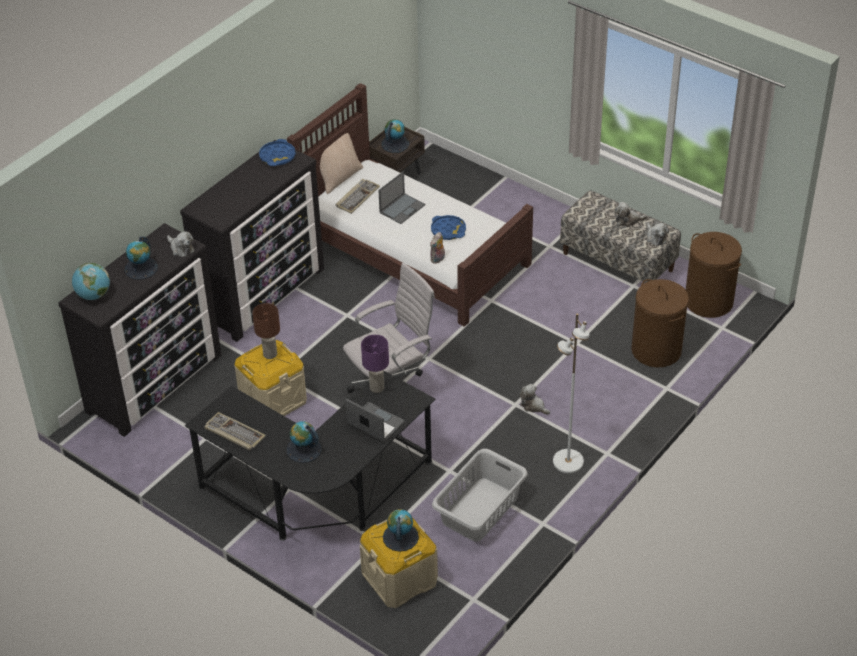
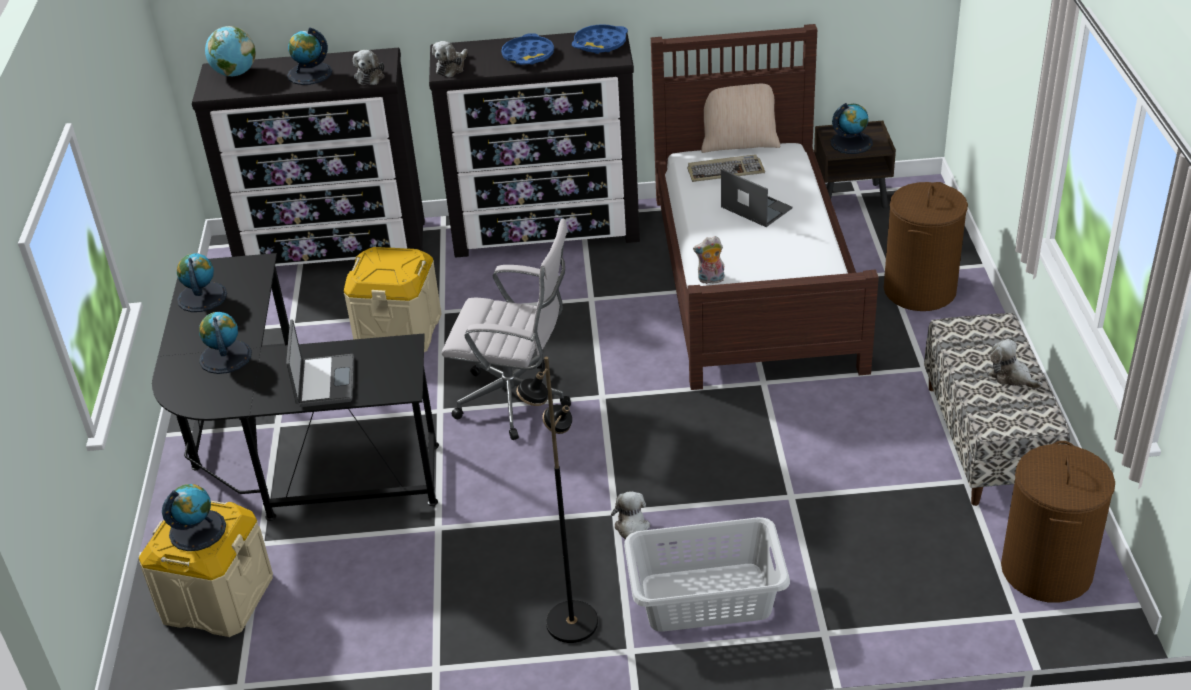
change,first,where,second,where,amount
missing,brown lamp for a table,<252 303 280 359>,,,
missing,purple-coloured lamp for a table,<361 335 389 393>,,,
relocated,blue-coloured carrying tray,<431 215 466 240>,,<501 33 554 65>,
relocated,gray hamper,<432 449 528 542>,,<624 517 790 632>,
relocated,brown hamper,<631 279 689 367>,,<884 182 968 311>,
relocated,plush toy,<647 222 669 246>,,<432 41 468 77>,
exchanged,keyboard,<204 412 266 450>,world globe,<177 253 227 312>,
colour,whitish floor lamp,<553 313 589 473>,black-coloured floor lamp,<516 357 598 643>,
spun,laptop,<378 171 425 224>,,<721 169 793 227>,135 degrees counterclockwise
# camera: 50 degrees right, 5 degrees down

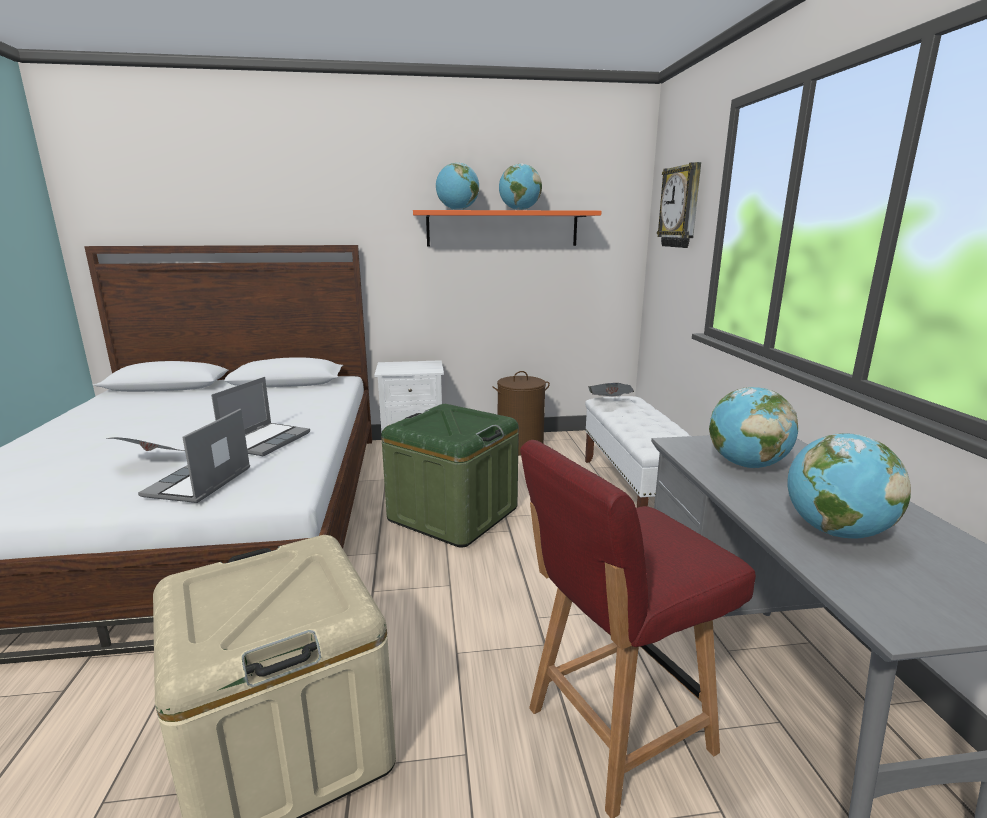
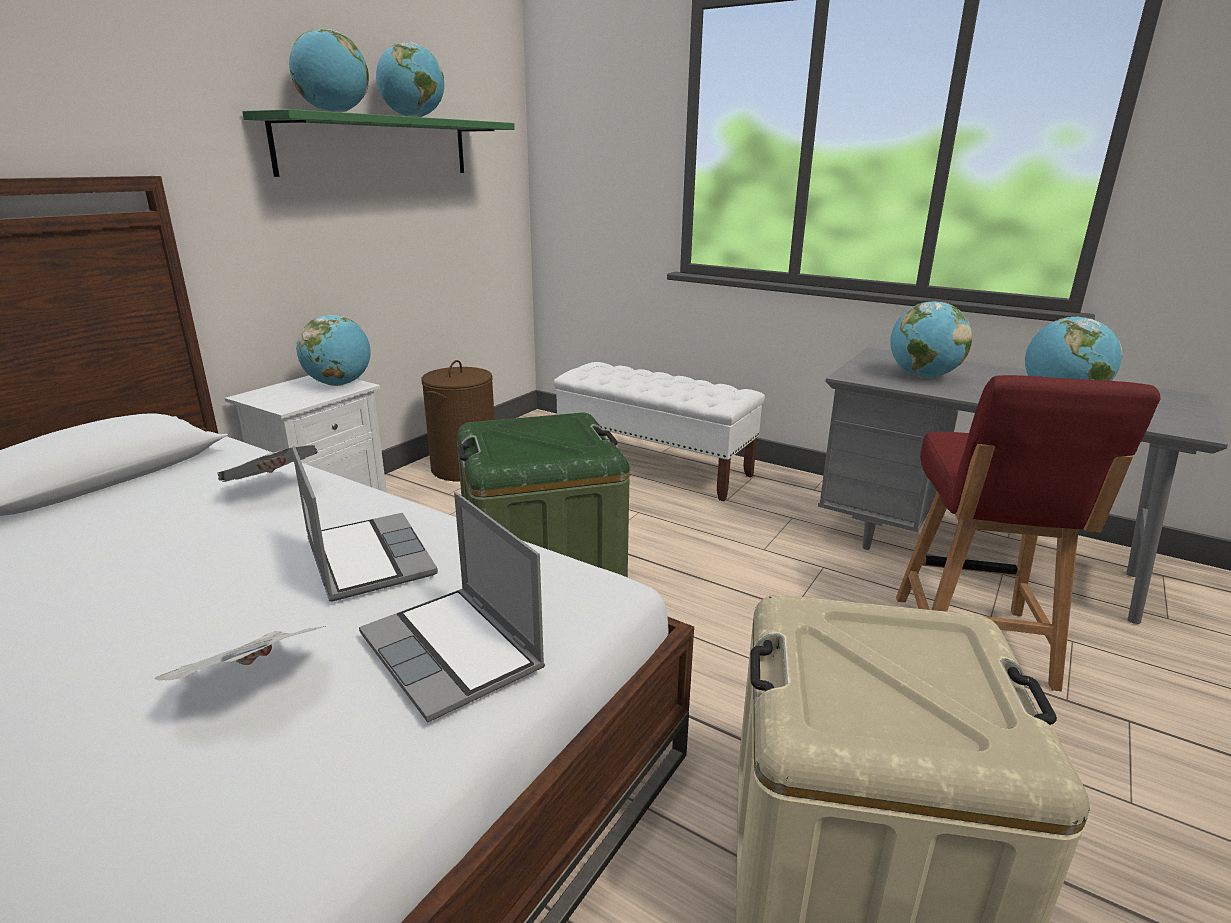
change,first,where,second,where,amount
missing,clock on the wall,<657 162 701 248>,,,
appeared,,,world globe,<296 315 371 386>,
relocated,newspaper,<588 383 634 396>,,<218 445 318 482>,
colour,orangey wall shelf,<413 210 602 246>,green-coloured wall shelf,<242 109 515 177>,
# camera: 50 degrees left, 5 degrees up

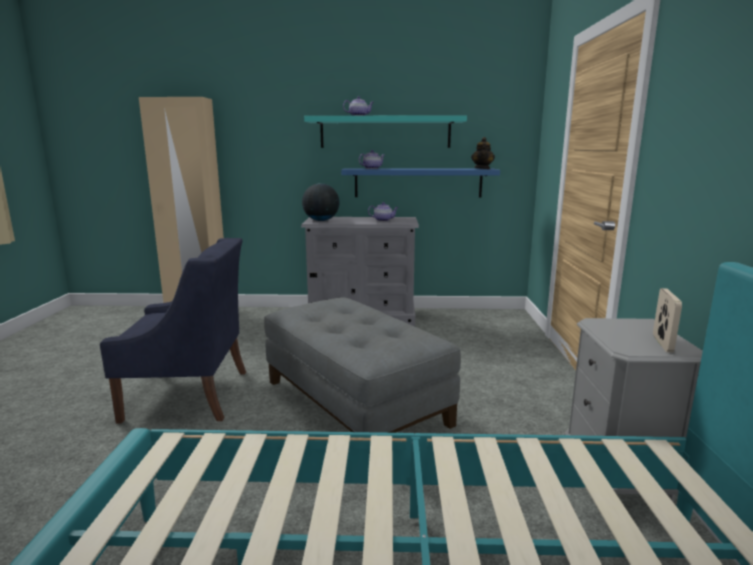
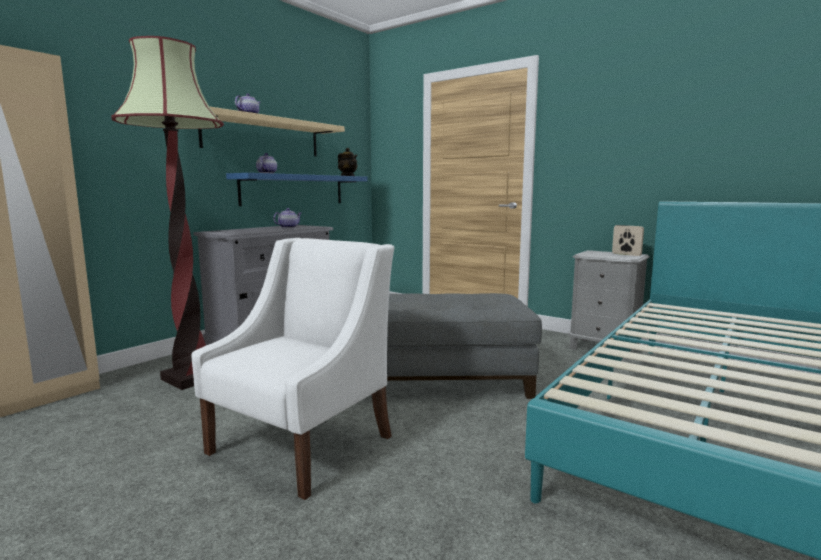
change,first,where,second,where,amount
missing,world globe,<302 183 339 221>,,,
appeared,,,floor lamp,<111 36 224 390>,
colour,blue-coloured easy chair,<100 238 246 424>,whitish easy chair,<191 238 394 500>,
colour,turquoise-coloured wall shelf,<304 115 467 148>,sand-coloured wall shelf,<198 106 345 156>,
# camera: 55 degrees left, 5 degrees down

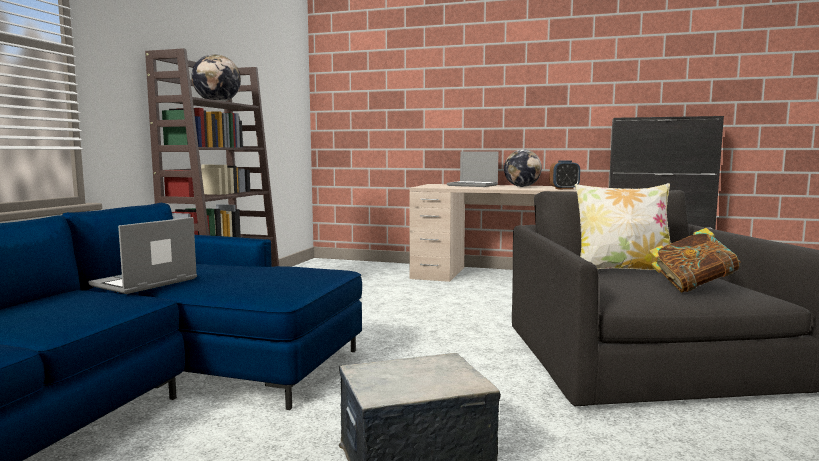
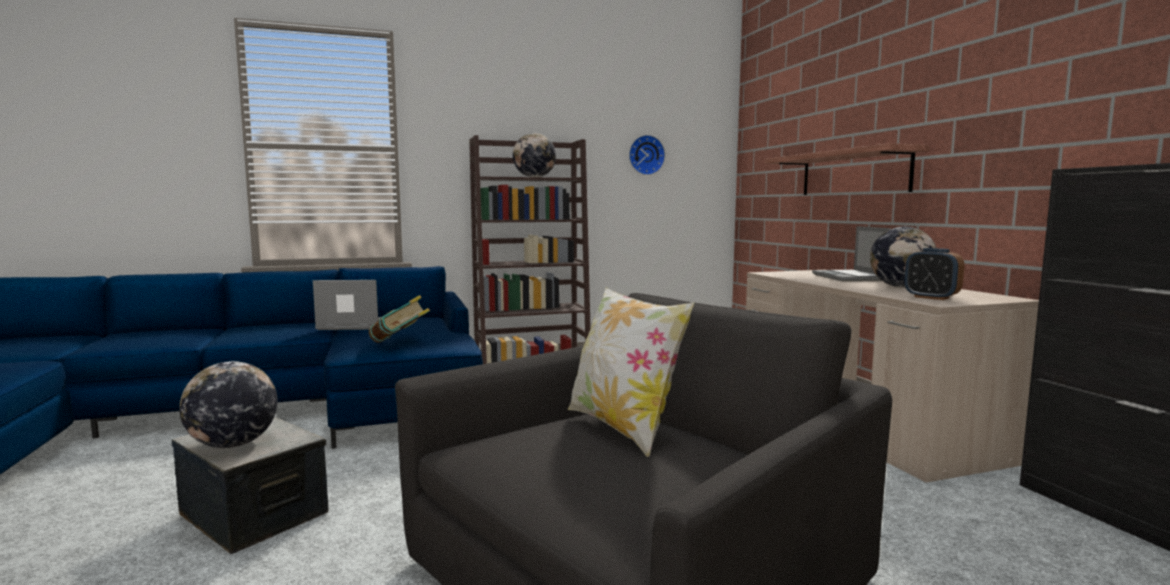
change,first,where,second,where,amount
appeared,,,world globe,<179 361 278 448>,
appeared,,,clock on the wall,<629 135 665 175>,
appeared,,,wall shelf,<765 143 930 195>,
relocated,book,<649 228 741 292>,,<369 295 430 343>,
# camera: 55 degrees right, 0 degrees up

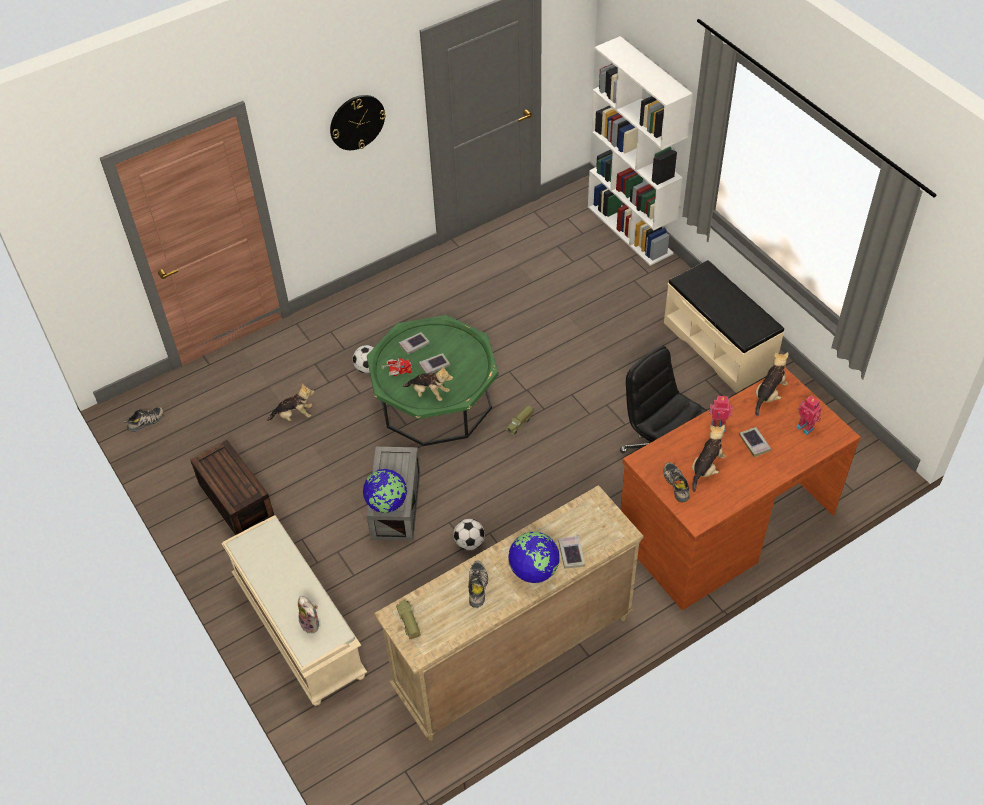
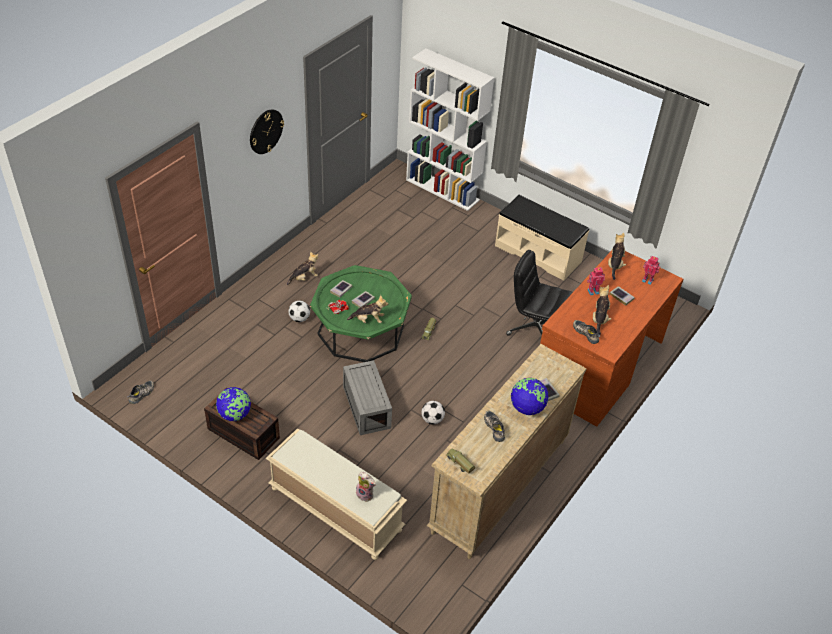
change,first,where,second,where,amount
relocated,plush toy,<267 383 315 421>,,<287 251 318 285>,
relocated,world globe,<363 469 407 513>,,<216 387 251 421>,
# camera: 25 degrees left, 5 degrees down

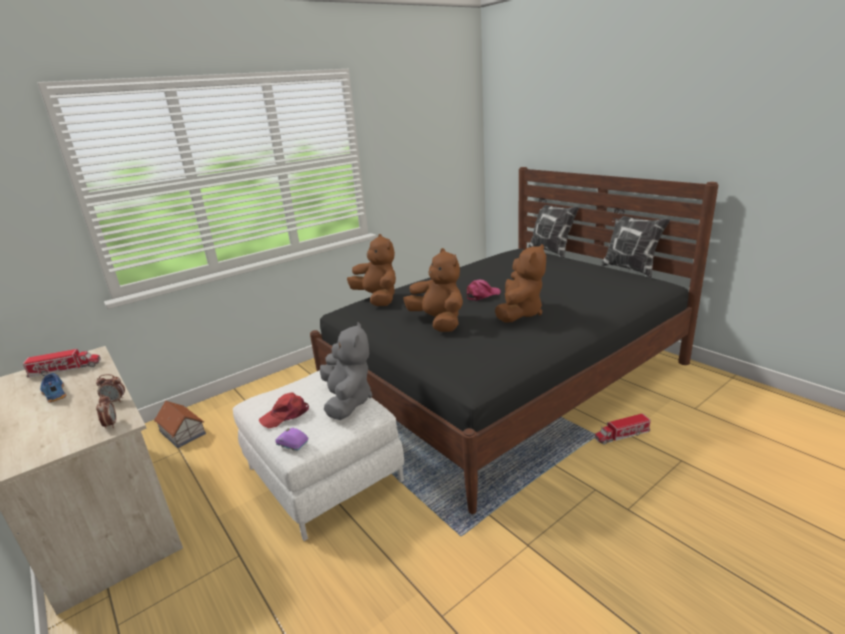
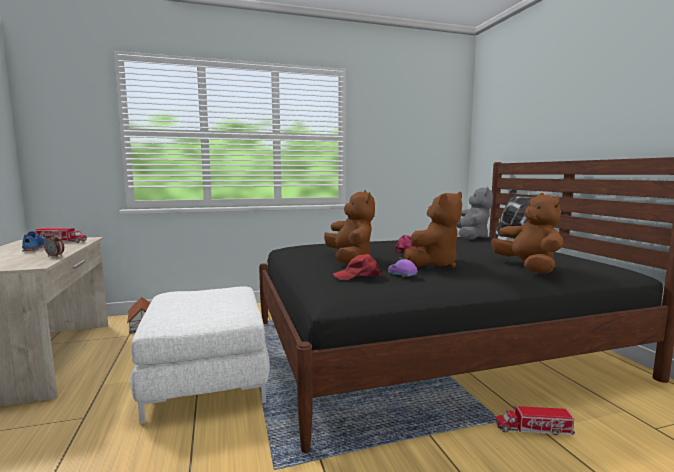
change,first,where,second,where,amount
missing,table clock,<96 395 116 429>,,,
missing,pillow,<601 208 670 278>,,,
relocated,reddish cap,<259 392 309 428>,,<333 254 382 280>,
relocated,purple-coloured toy car,<275 428 309 451>,,<388 257 418 277>,
relocated,gray plush toy,<320 322 372 420>,,<456 187 493 239>,
relocated,brown plush toy,<347 234 396 306>,,<491 193 563 274>,
# camera: 20 degrees right, 15 degrees down

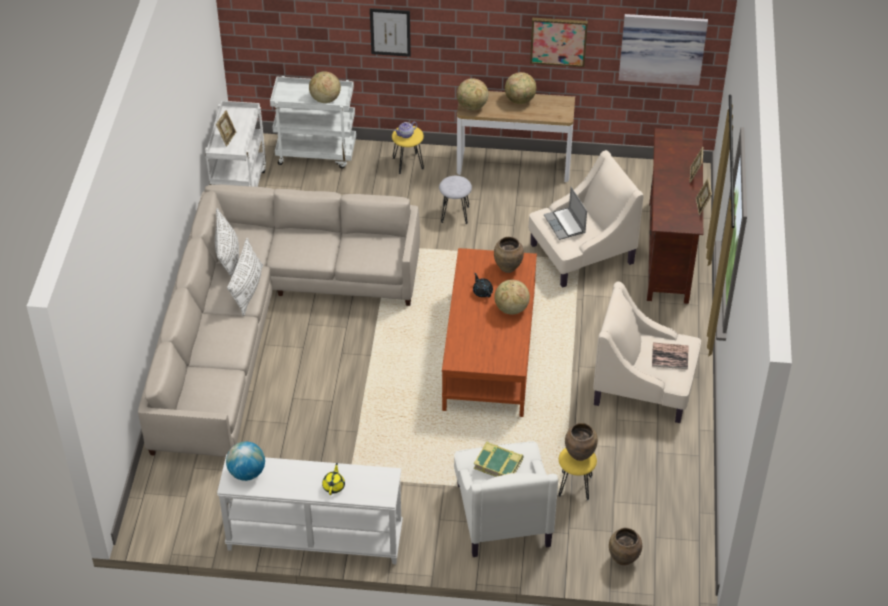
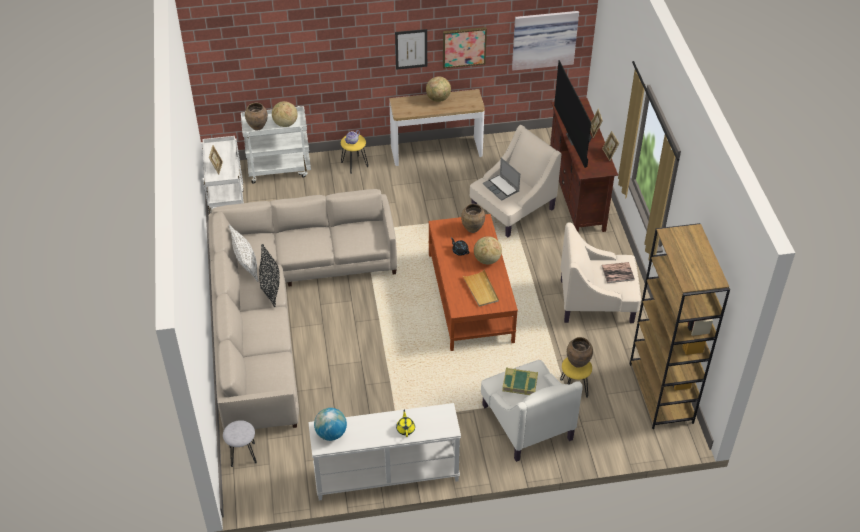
change,first,where,second,where,amount
missing,world globe,<457 78 488 110>,,,
appeared,,,sand-coloured carrying tray,<462 270 499 307>,
appeared,,,TV set,<554 60 592 168>,
appeared,,,brown bookshelf,<630 223 730 429>,
relocated,picture,<370 8 411 57>,,<395 29 427 70>,
relocated,gray stool,<439 176 472 224>,,<223 420 257 467>,
relocated,brown vase,<609 528 642 566>,,<245 103 268 131>,
colour,whitish pillow,<227 238 263 316>,black-coloured pillow,<259 244 280 308>,
# camera: 15 degrees left, 0 degrees up

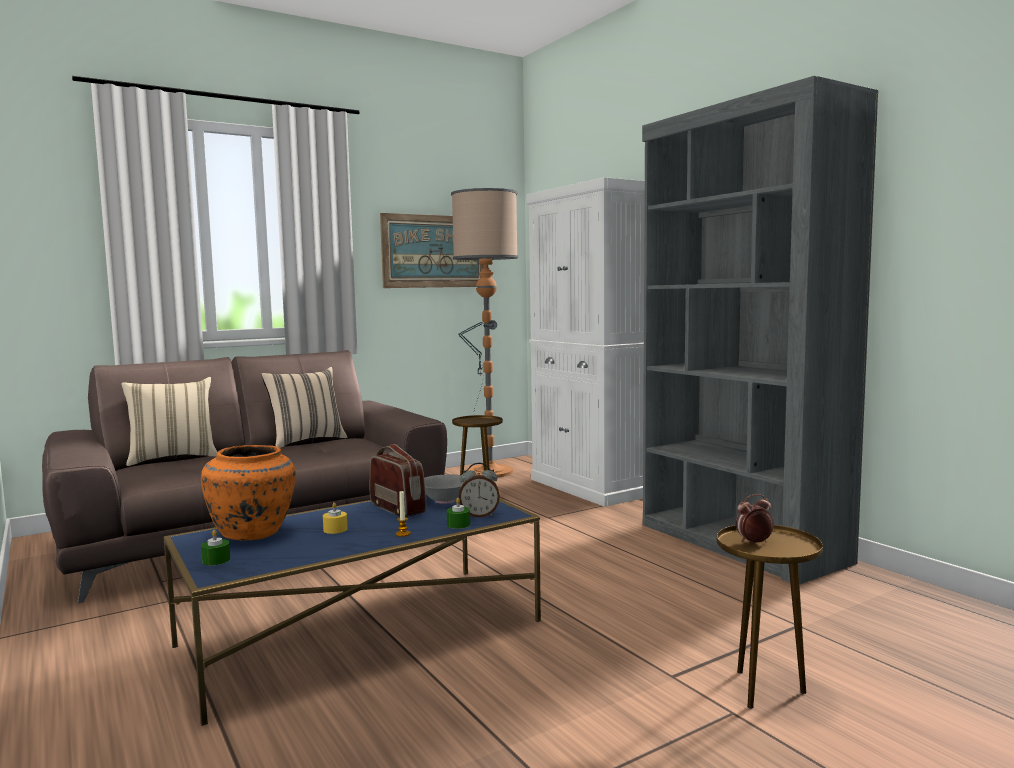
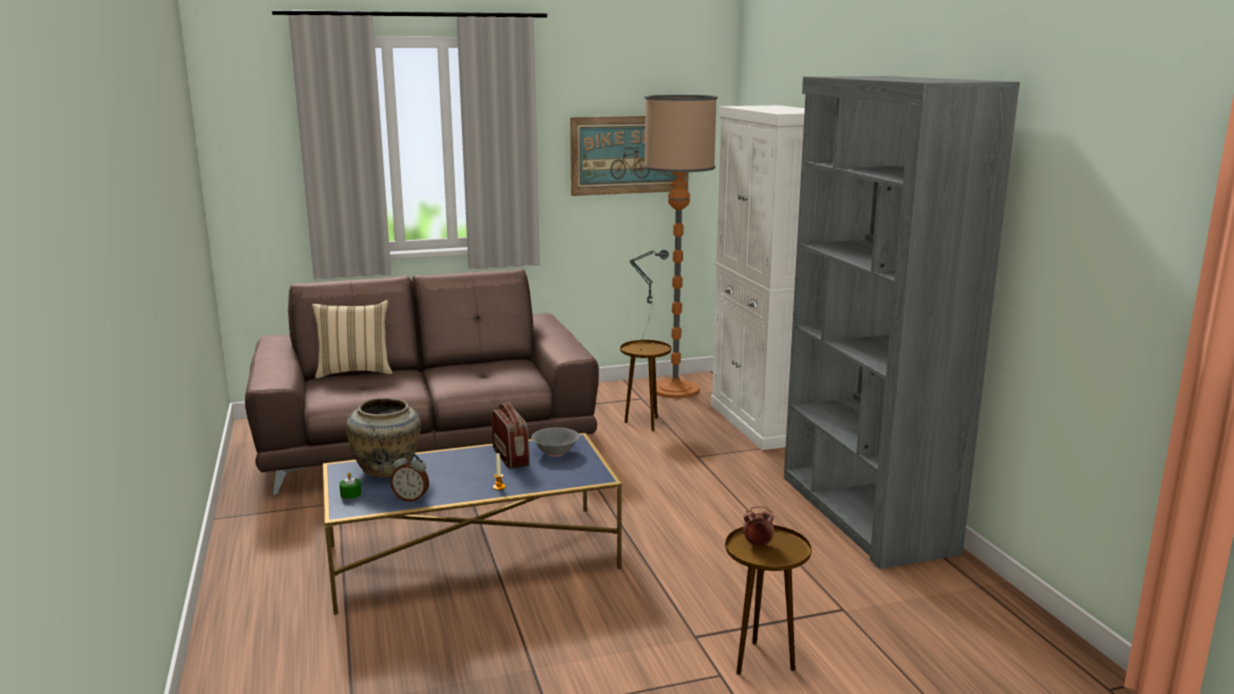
change,first,where,second,where,amount
missing,sand-coloured pillow,<261 367 347 448>,,,
missing,yellow wax light,<323 502 348 534>,,,
missing,green-coloured wax light,<447 498 470 529>,,,
relocated,table clock,<459 463 500 517>,,<390 452 429 502>,
colour,orangey vase,<201 445 296 541>,sand-coloured vase,<346 398 421 478>,
# camera: 15 degrees right, 10 degrees up

